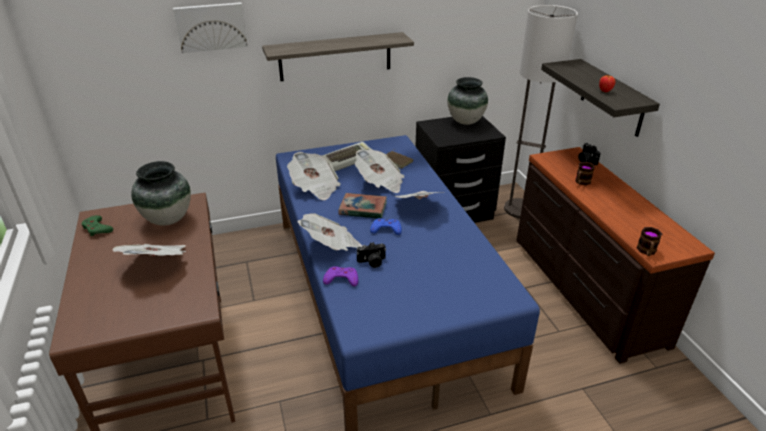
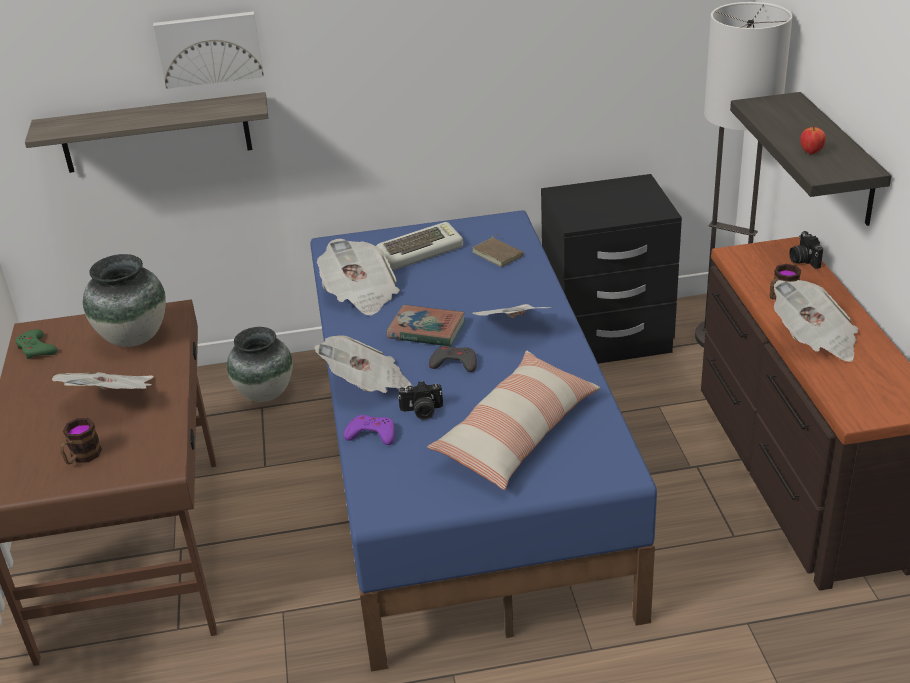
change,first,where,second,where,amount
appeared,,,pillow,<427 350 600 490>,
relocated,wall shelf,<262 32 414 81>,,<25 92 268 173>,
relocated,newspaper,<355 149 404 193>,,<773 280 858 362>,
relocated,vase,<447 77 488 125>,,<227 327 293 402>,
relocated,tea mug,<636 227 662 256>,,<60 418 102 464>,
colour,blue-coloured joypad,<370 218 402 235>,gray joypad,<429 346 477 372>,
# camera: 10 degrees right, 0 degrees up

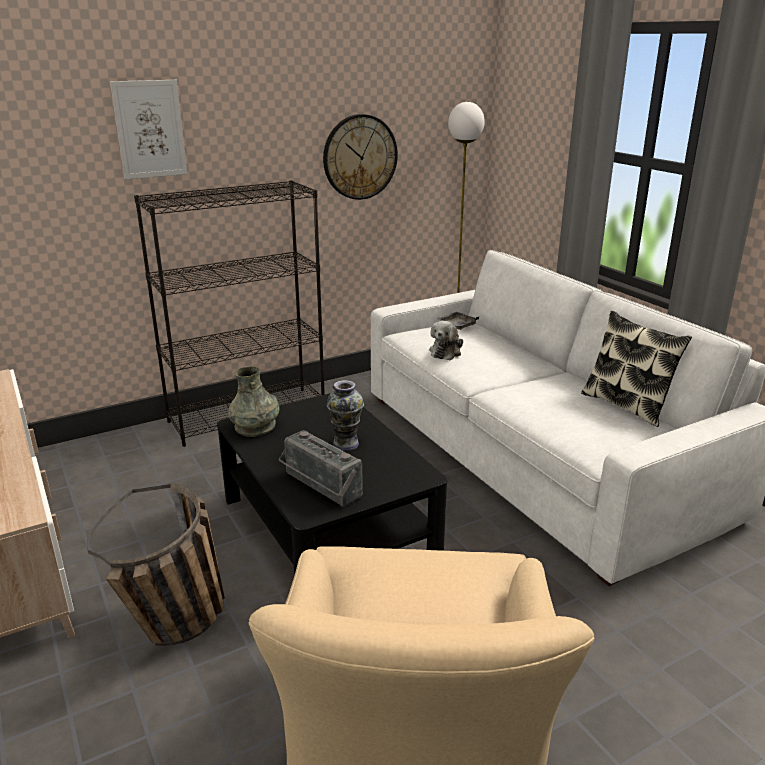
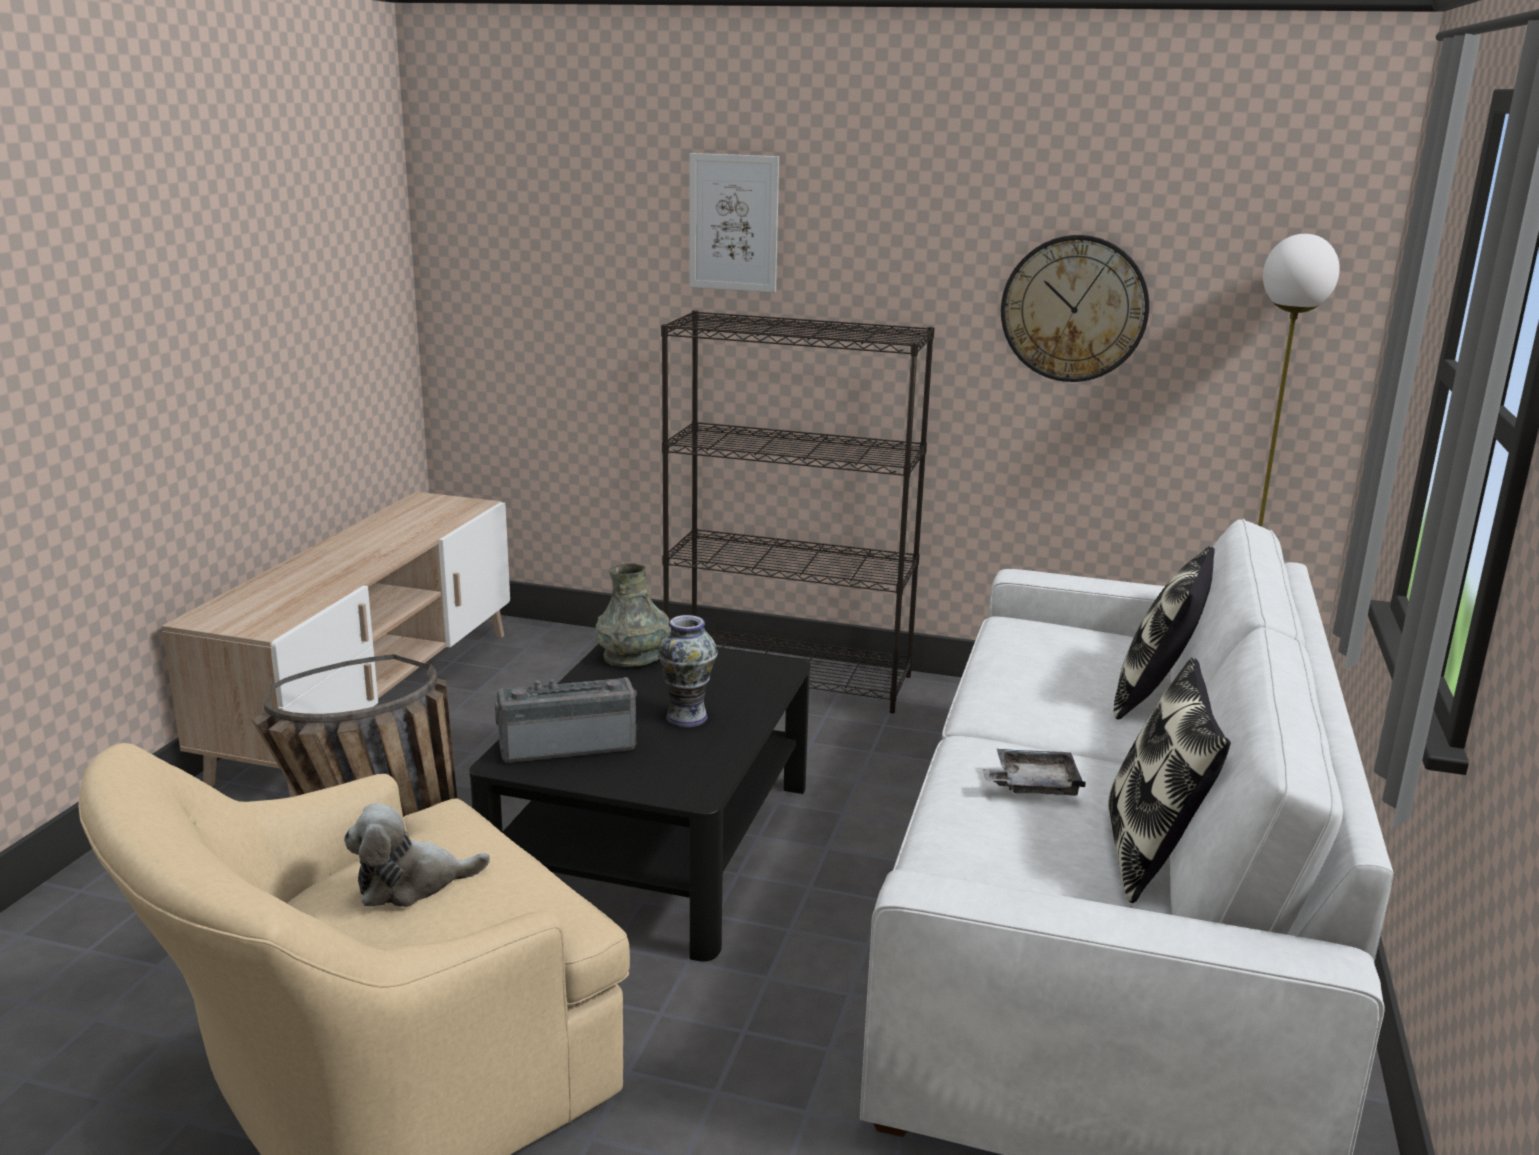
change,first,where,second,where,amount
appeared,,,pillow,<1113 546 1215 720>,
relocated,plush toy,<429 321 463 360>,,<344 803 490 907>,
relocated,gray carrying tray,<437 312 479 330>,,<982 749 1086 796>,
spun,radio receiver,<279 430 363 507>,,<495 677 637 763>,75 degrees clockwise
# camera: 45 degrees right, 5 degrees down

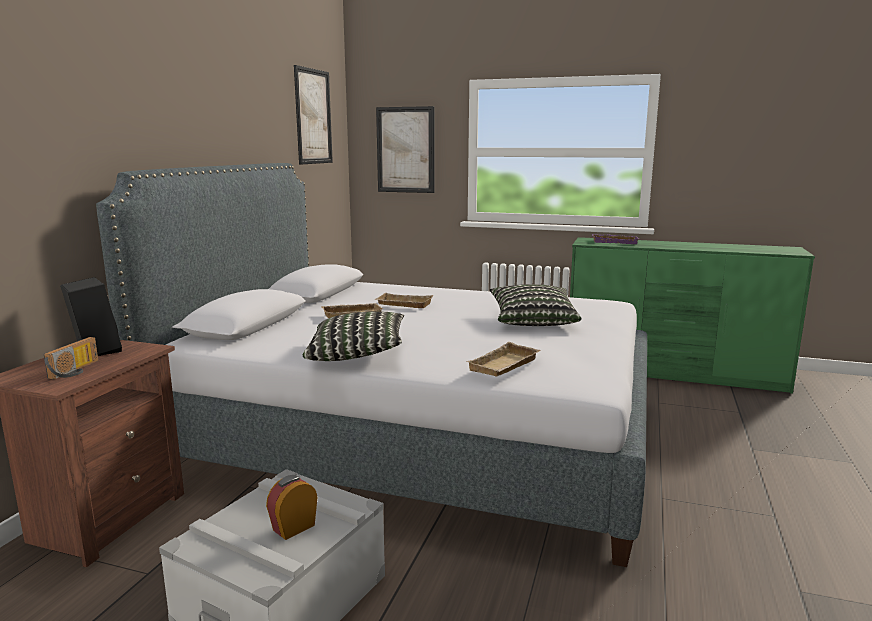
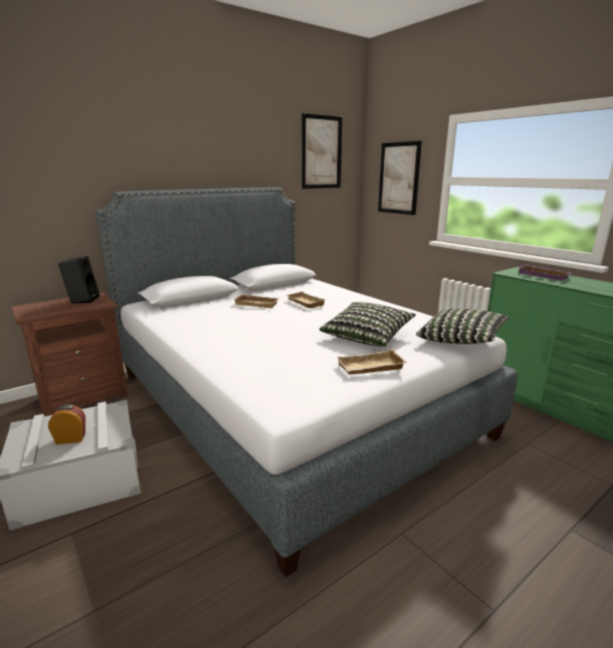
change,first,where,second,where,amount
missing,radio receiver,<44 337 98 380>,,,
relocated,pillow,<303 311 404 361>,,<416 309 509 344>,
relocated,sand-coloured carrying tray,<466 342 540 377>,,<337 349 407 375>,
# camera: 35 degrees right, 5 degrees up

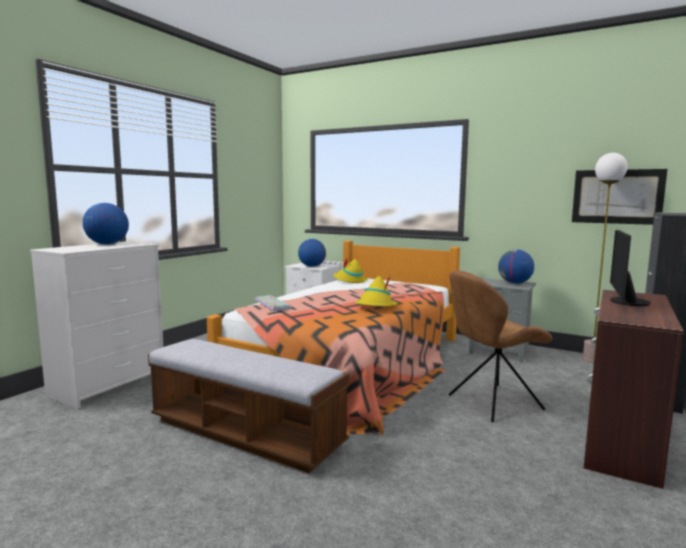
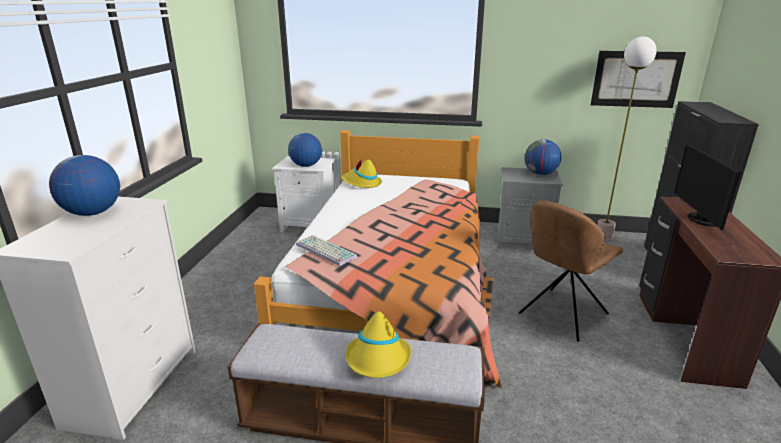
change,first,where,second,where,amount
relocated,yellow wearable hat,<355 276 398 306>,,<346 311 411 378>,
# camera: 20 degrees left, 15 degrees up

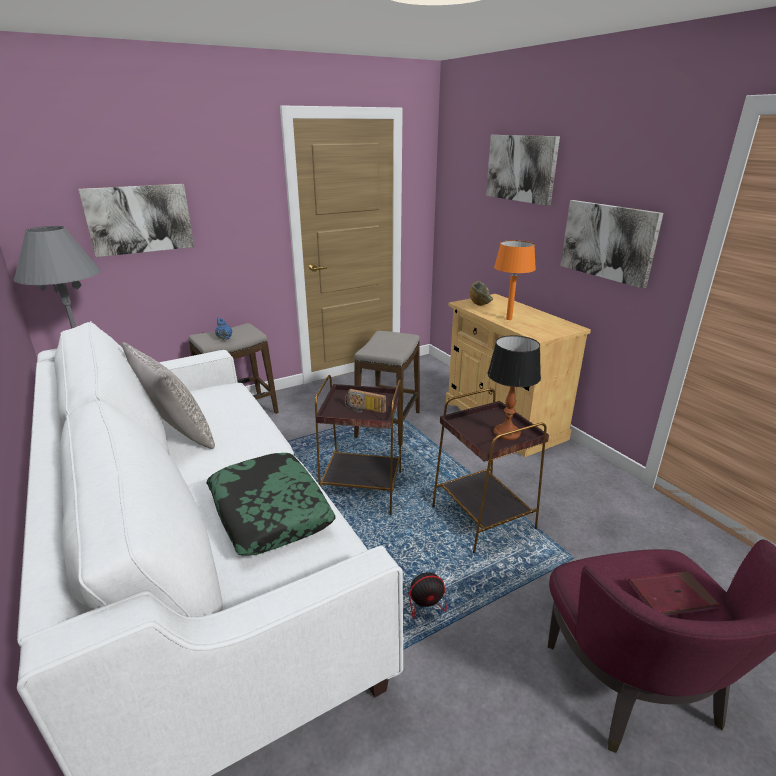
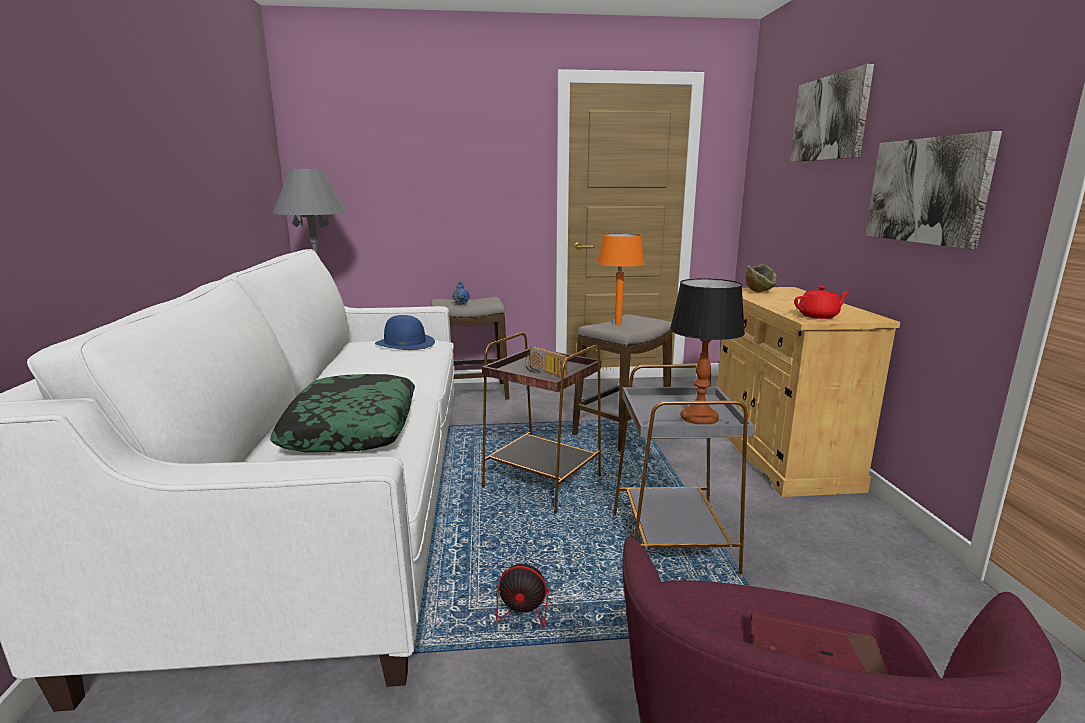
change,first,where,second,where,amount
missing,picture,<78 184 194 257>,,,
missing,gray pillow,<122 342 215 449>,,,
appeared,,,blue-coloured wearable hat,<375 315 435 350>,
appeared,,,reddish teapot,<794 286 849 319>,
relocated,orangey lamp for a table,<494 240 536 320>,,<597 233 645 325>,
colour,brown accent table,<432 388 549 554>,gray accent table,<613 364 755 578>,
# camera: 25 degrees right, 10 degrees down

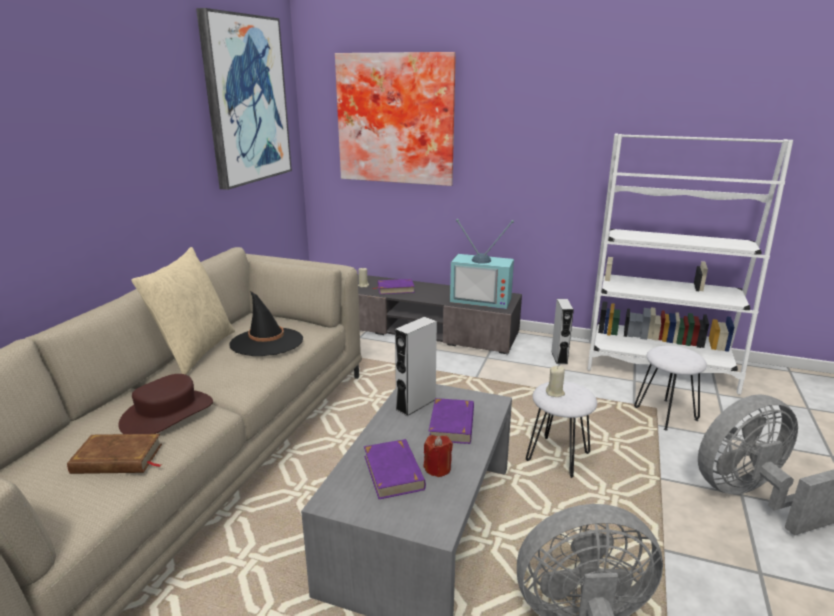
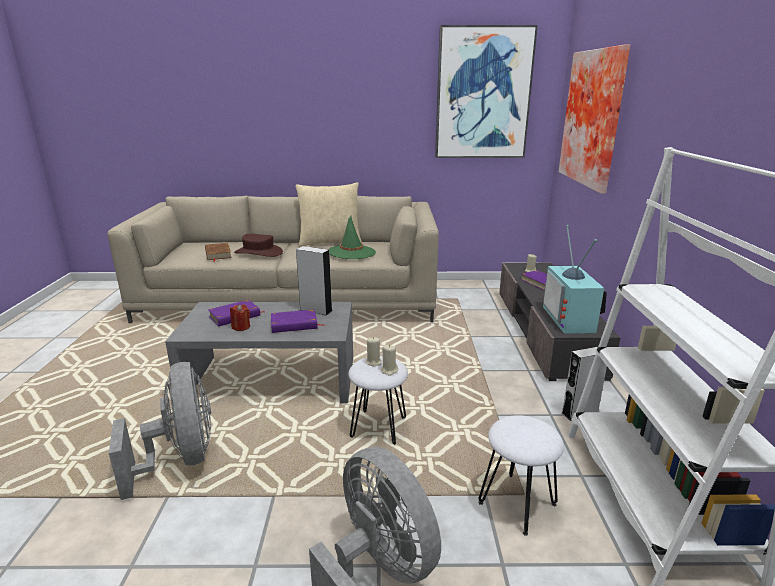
change,first,where,second,where,amount
appeared,,,sand-coloured wax light,<381 345 398 376>,
colour,black-coloured wearable hat,<229 291 303 356>,green-coloured wearable hat,<328 215 376 259>,
# camera: 70 degrees right, 0 degrees up

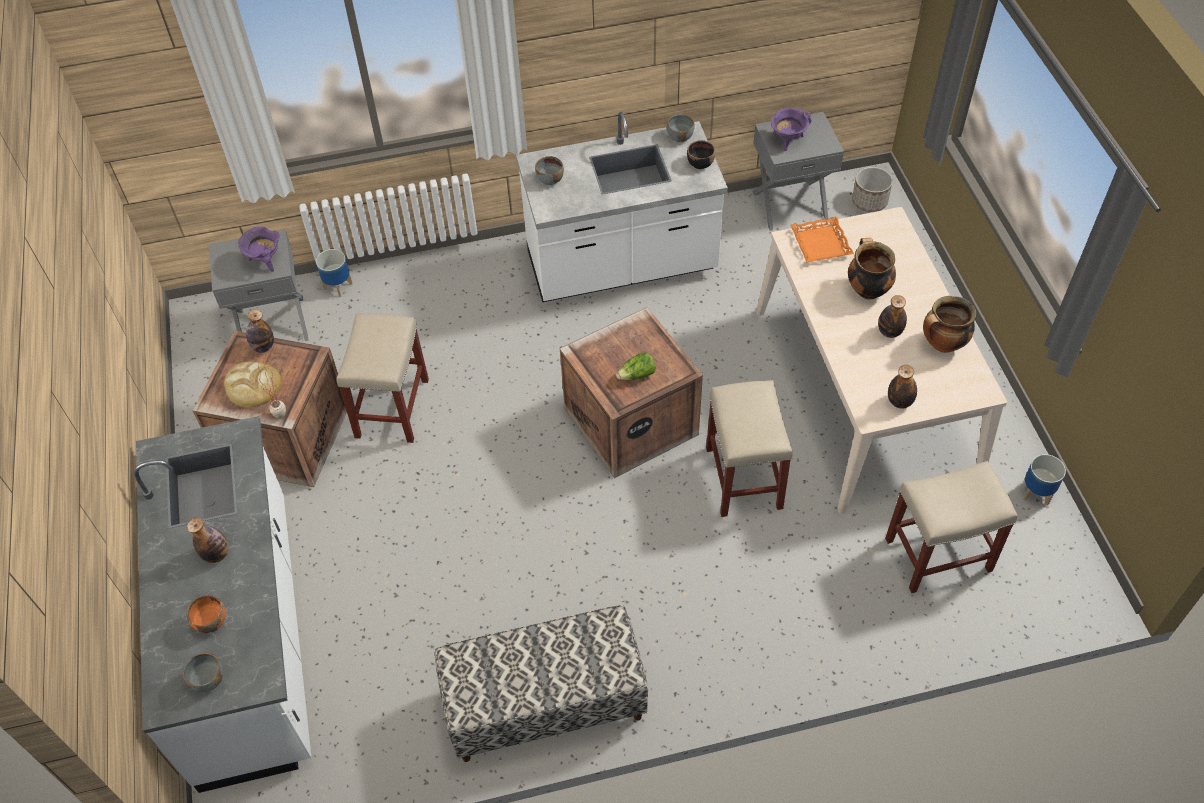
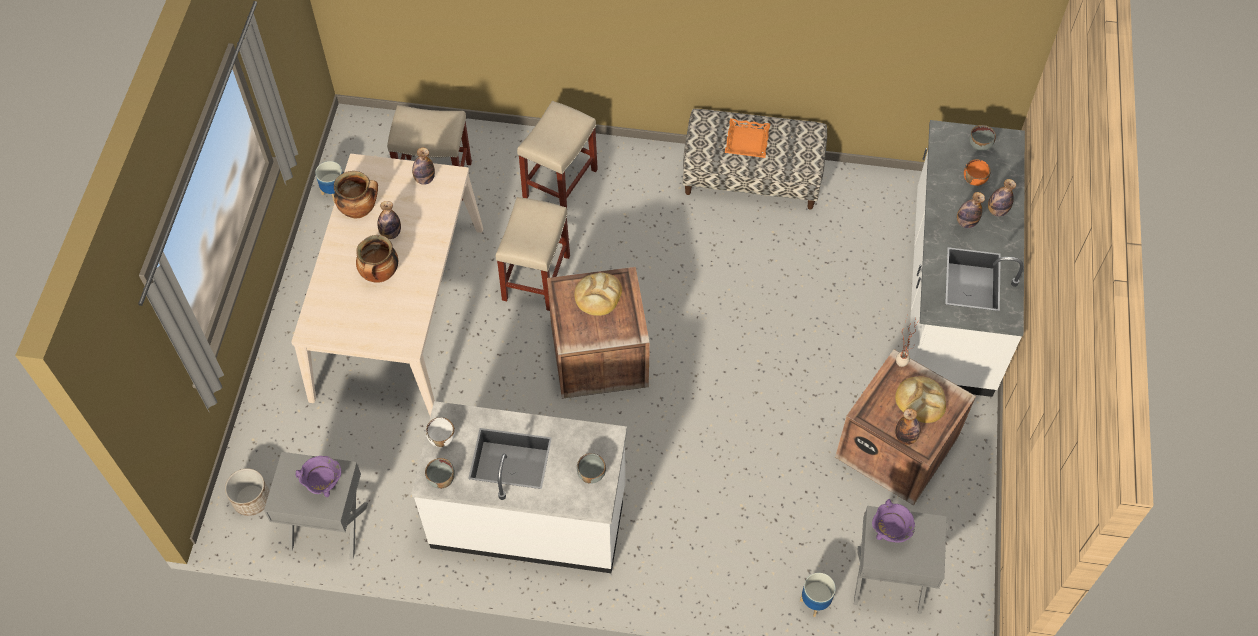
change,first,where,second,where,amount
appeared,,,drink bottle,<988 179 1016 216>,
relocated,sand-coloured stool,<336 313 429 443>,,<517 101 598 208>,
relocated,orangey carrying tray,<790 216 854 263>,,<725 118 770 158>,
exchanged,lettuce head,<616 352 656 380>,baked bread,<574 273 622 316>,
colour,black-coloured serving bowl,<687 140 715 169>,whitish serving bowl,<426 417 455 447>,
# camera: 160 degrees left, 5 degrees up

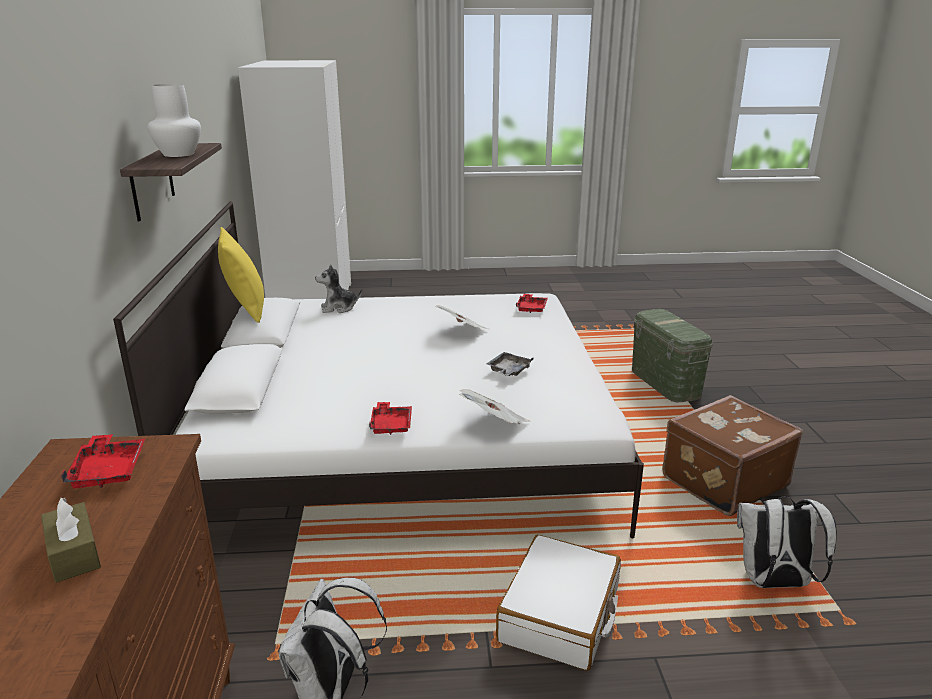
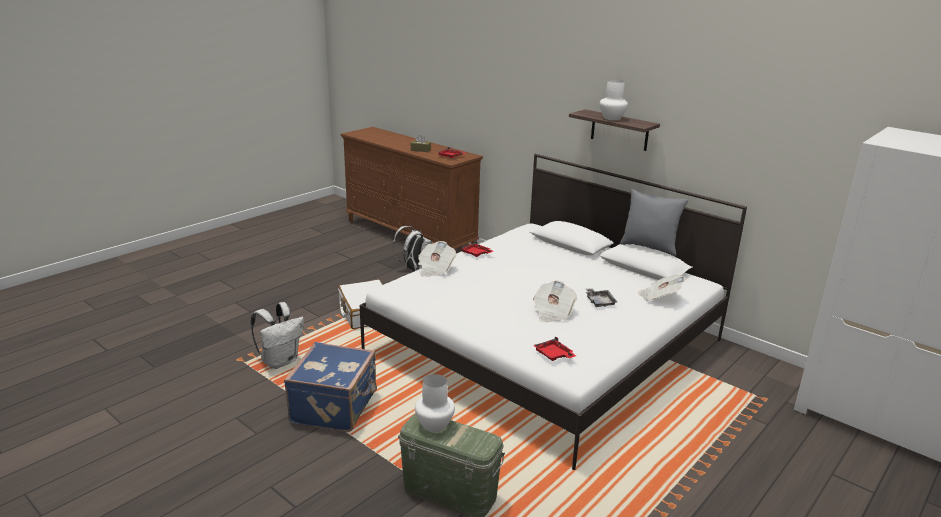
change,first,where,second,where,amount
appeared,,,whitish vase,<415 374 455 432>,
relocated,gray carrying tray,<486 352 534 376>,,<586 288 617 307>,
exchanged,plush toy,<315 265 362 313>,newspaper,<638 274 686 301>,
colour,yellow pillow,<218 227 264 323>,gray pillow,<620 189 688 256>,
colour,brown travel case,<662 395 803 516>,blue-coloured travel case,<284 342 377 432>,
# camera: 135 degrees right, 0 degrees up

